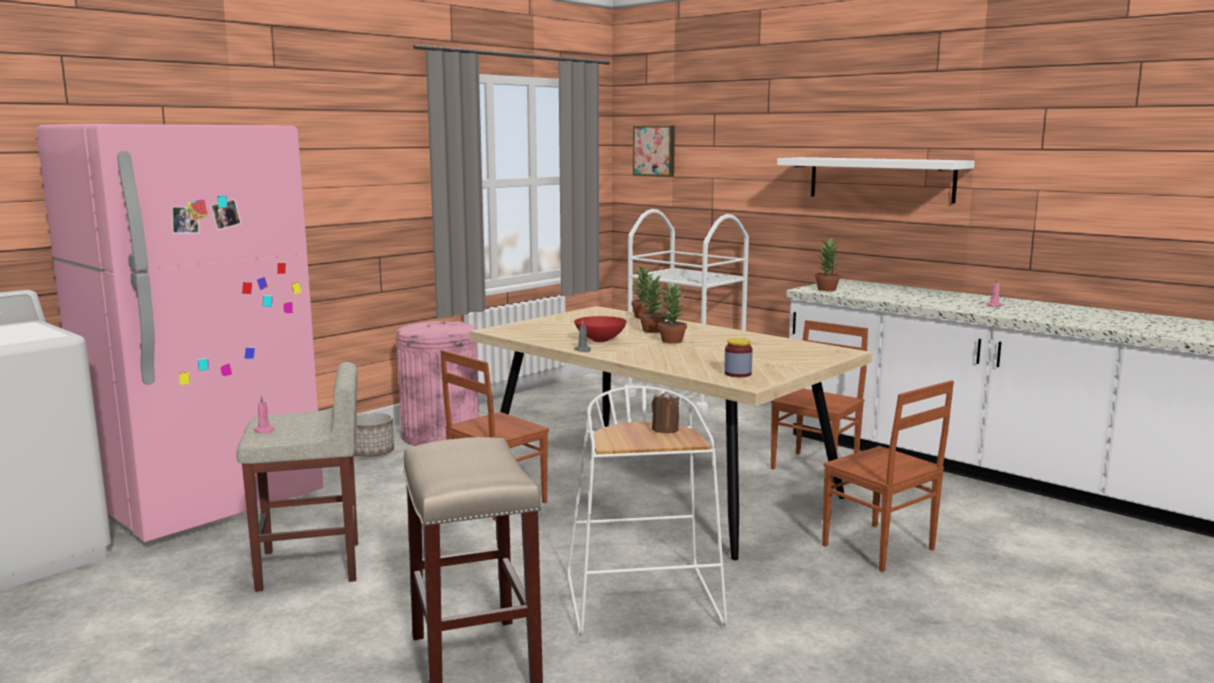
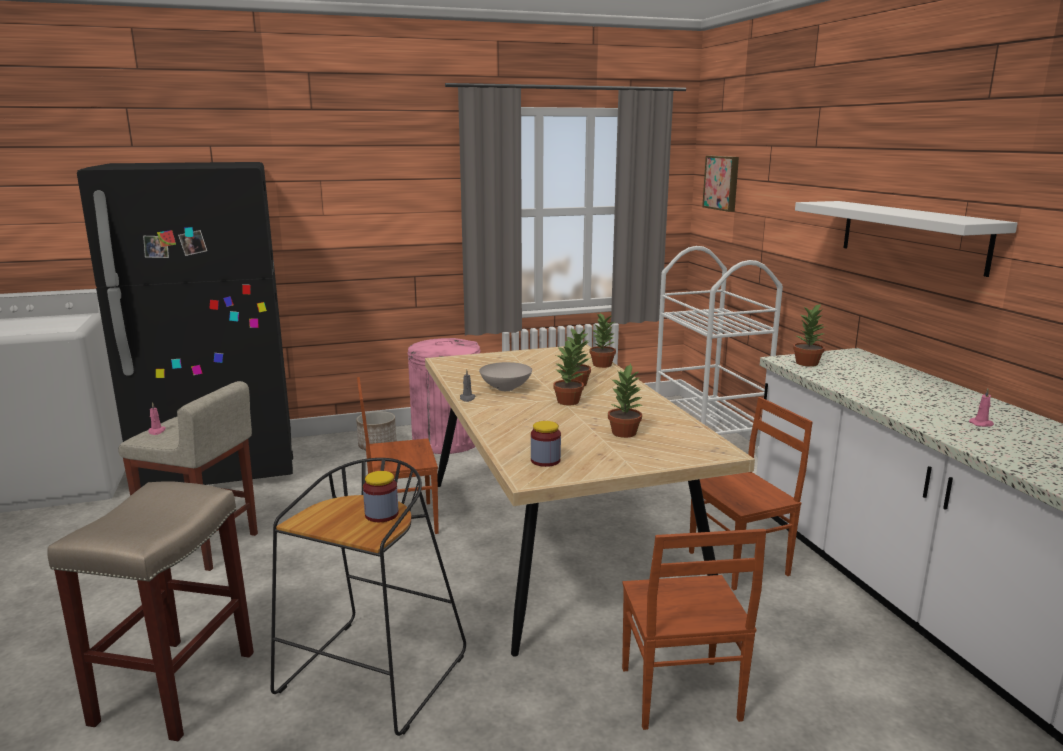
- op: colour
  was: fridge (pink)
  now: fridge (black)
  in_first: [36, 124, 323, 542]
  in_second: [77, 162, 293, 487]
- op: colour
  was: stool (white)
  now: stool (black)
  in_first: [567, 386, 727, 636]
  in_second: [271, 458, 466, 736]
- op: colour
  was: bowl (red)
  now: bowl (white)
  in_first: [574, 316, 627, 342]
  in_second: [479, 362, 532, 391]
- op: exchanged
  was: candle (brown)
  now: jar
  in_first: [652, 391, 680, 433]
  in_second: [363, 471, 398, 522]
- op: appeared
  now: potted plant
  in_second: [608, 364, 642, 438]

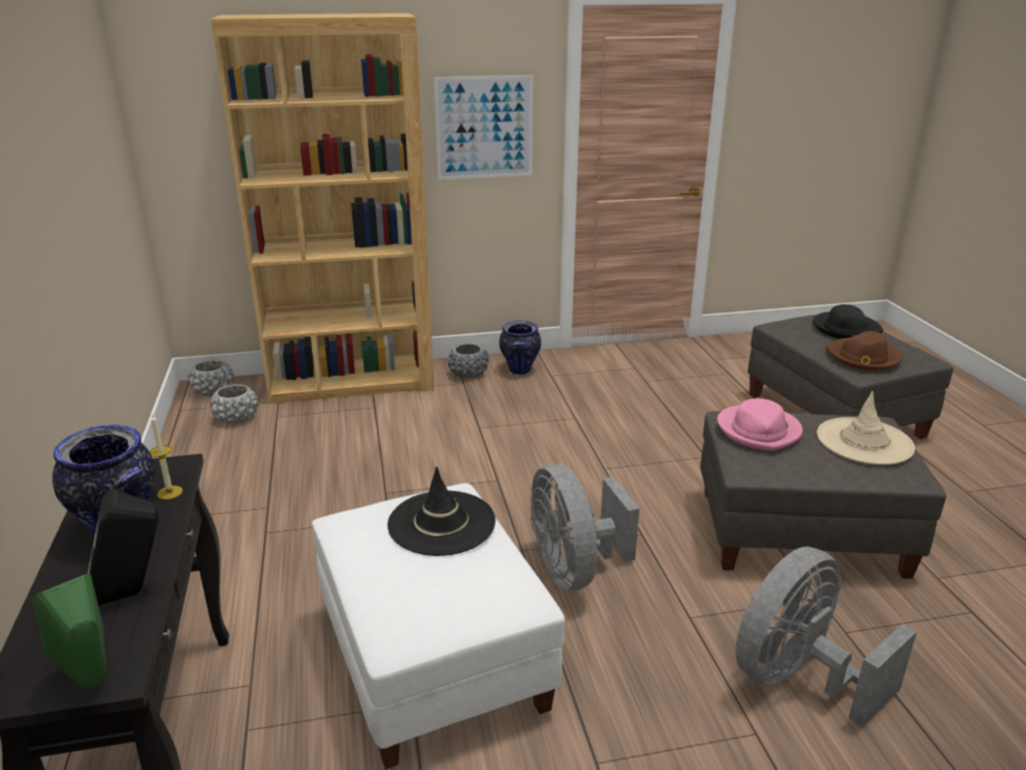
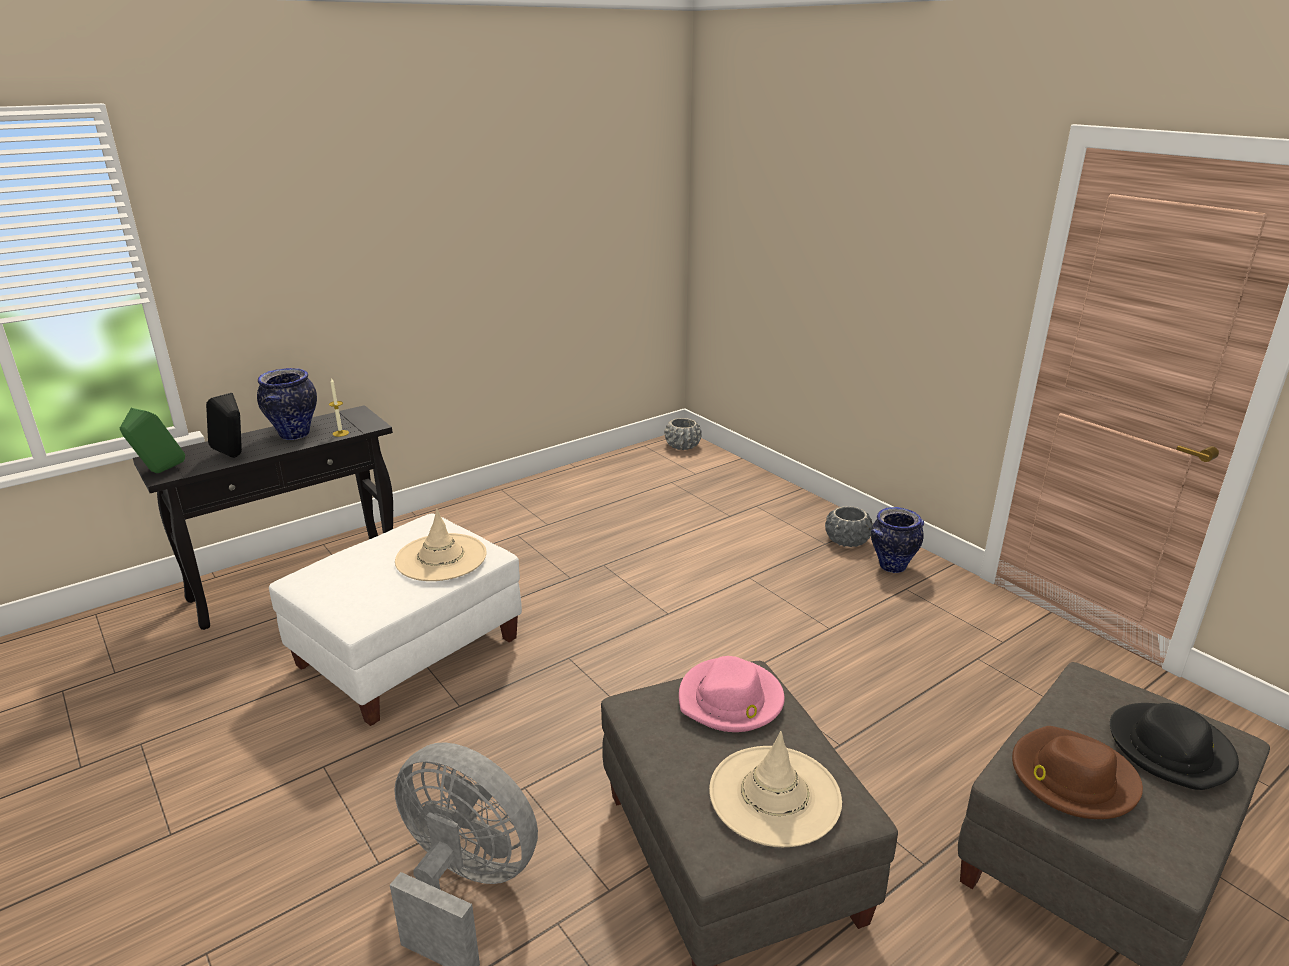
- op: missing
  was: planter (grey)
  in_first: [210, 384, 258, 424]
- op: missing
  was: bookcase (brown)
  in_first: [211, 13, 434, 404]
- op: colour
  was: hat (black)
  now: hat (beige)
  in_first: [387, 466, 496, 556]
  in_second: [395, 509, 487, 581]
- op: missing
  was: picture
  in_first: [434, 75, 533, 180]
- op: missing
  was: fan (grey)
  in_first: [530, 464, 639, 591]

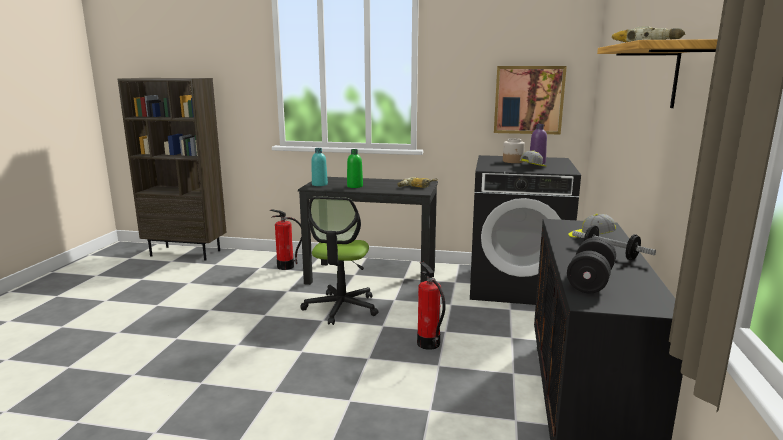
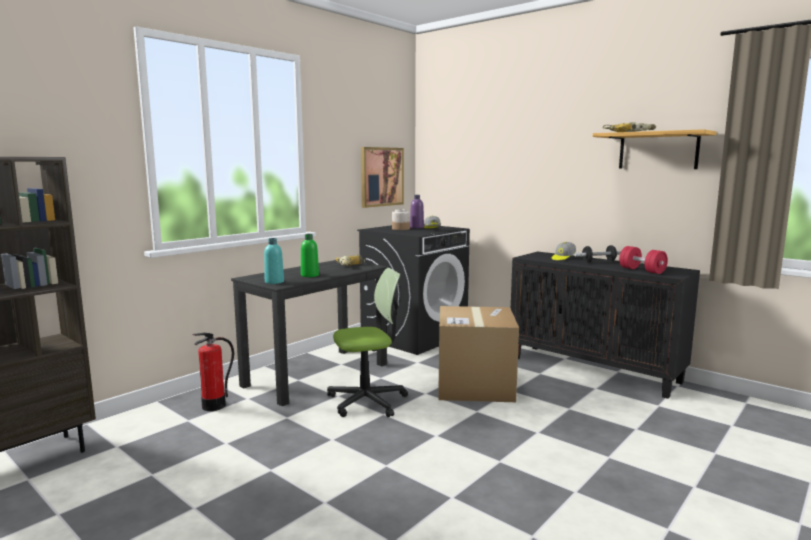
- op: spun
  was: office chair
  in_first: [300, 196, 378, 325]
  in_second: [327, 268, 408, 417]
  clockwise: -60
- op: exchanged
  was: fire extinguisher
  now: cardboard box
  in_first: [417, 262, 445, 350]
  in_second: [438, 306, 519, 402]
- op: colour
  was: dumbbell (black)
  now: dumbbell (red)
  in_first: [567, 237, 616, 293]
  in_second: [619, 246, 668, 274]

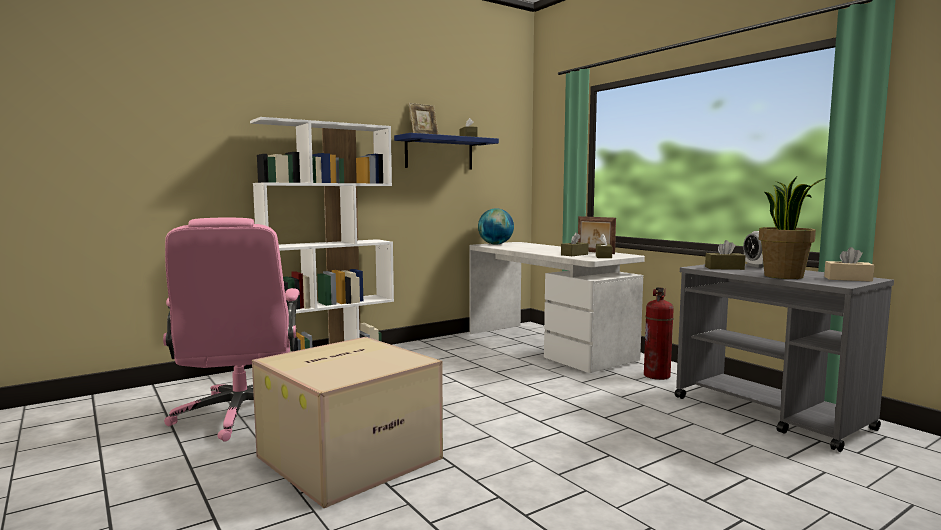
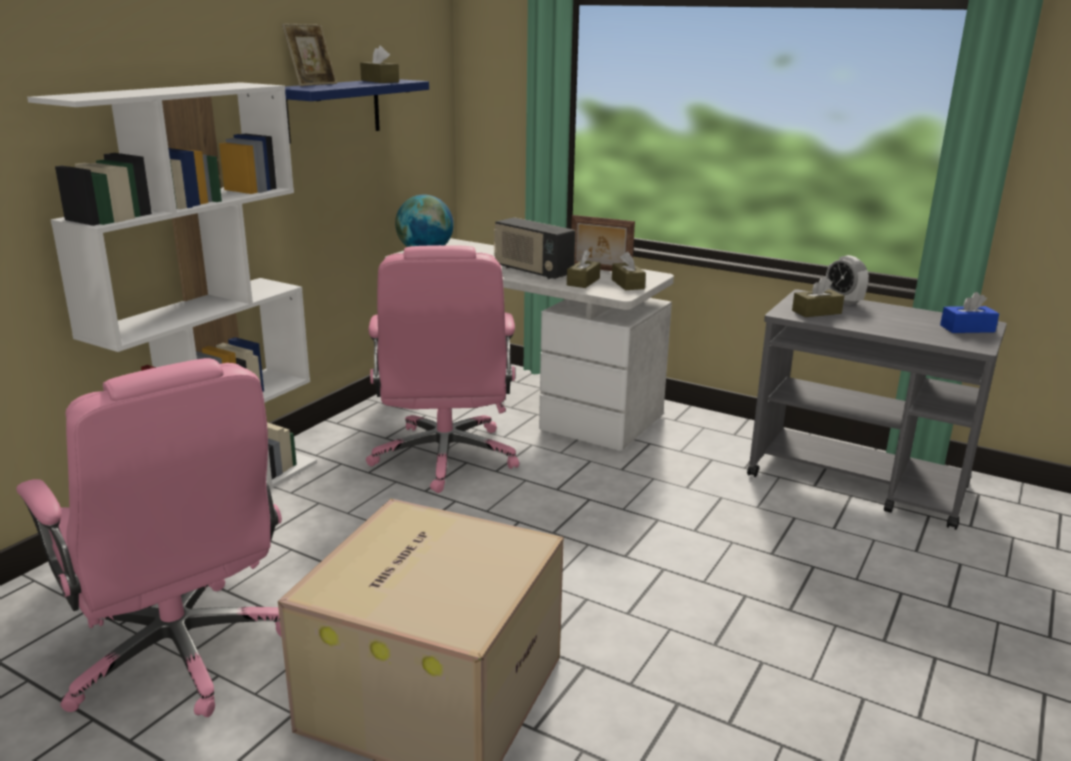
- op: missing
  was: fire extinguisher
  in_first: [644, 287, 674, 380]
- op: missing
  was: potted plant
  in_first: [759, 176, 826, 279]
- op: colour
  was: tissue box (beige)
  now: tissue box (blue)
  in_first: [824, 247, 874, 282]
  in_second: [940, 292, 999, 333]
- op: appeared
  now: office chair (pink)
  in_second: [366, 245, 519, 493]
- op: appeared
  now: radio
  in_second: [494, 217, 575, 279]

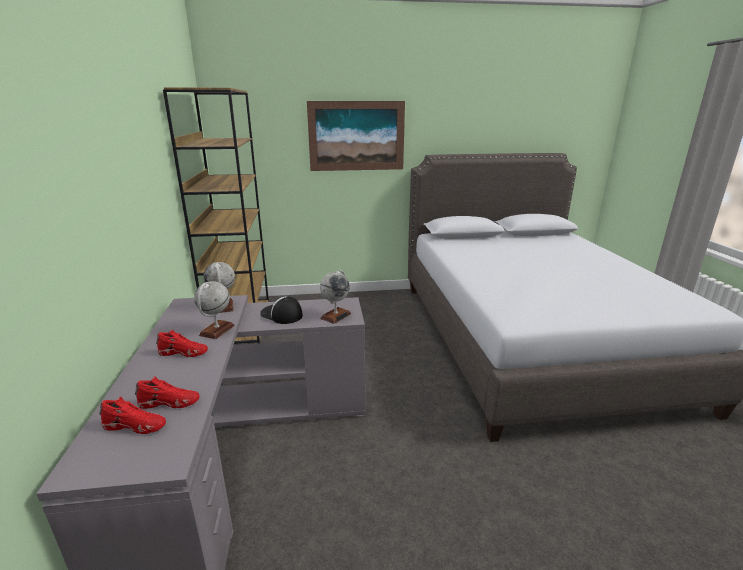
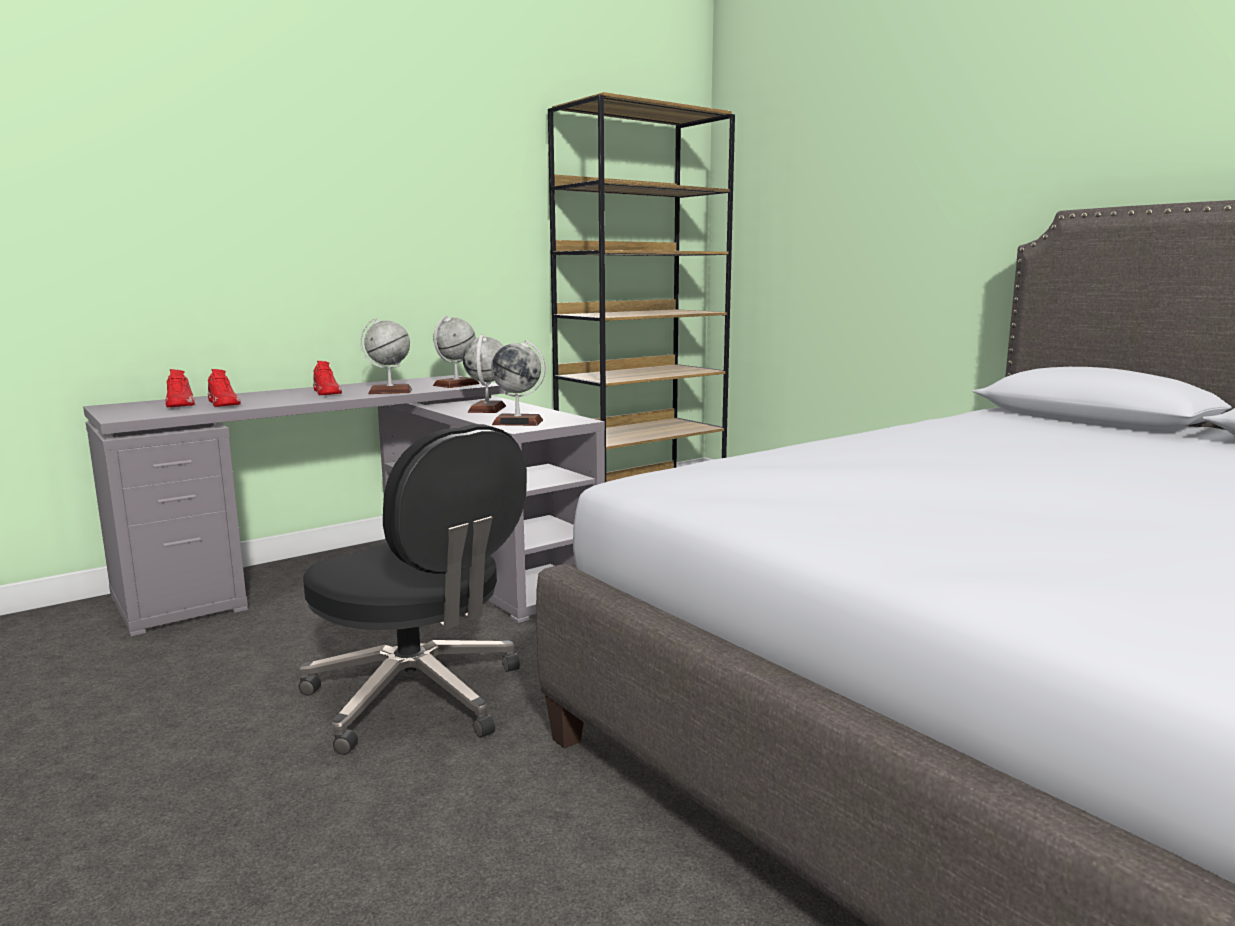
- op: exchanged
  was: cap
  now: globe
  in_first: [260, 296, 303, 324]
  in_second: [463, 335, 506, 413]
- op: missing
  was: picture
  in_first: [307, 101, 405, 171]
- op: appeared
  now: office chair (black)
  in_second: [299, 424, 527, 755]

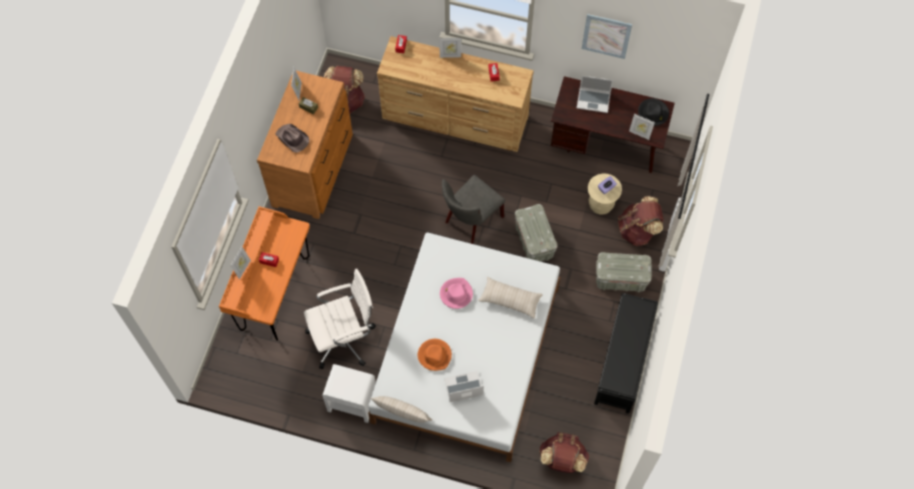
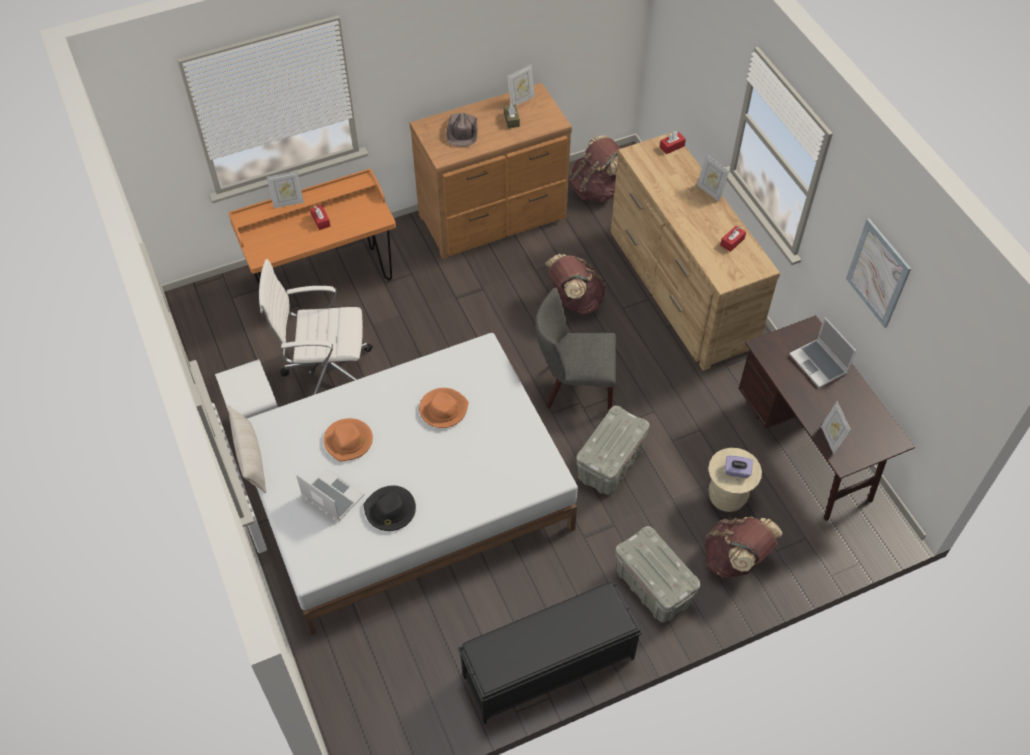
- op: spun
  was: office chair (white)
  in_first: [304, 269, 376, 369]
  in_second: [259, 259, 373, 395]
  clockwise: 150
- op: colour
  was: hat (pink)
  now: hat (orange)
  in_first: [440, 278, 473, 309]
  in_second: [419, 388, 468, 428]
- op: missing
  was: pillow (beige)
  in_first: [478, 277, 543, 318]
- op: relocated
  was: backpack (brown)
  in_first: [539, 432, 589, 473]
  in_second: [545, 254, 606, 315]
- op: relocated
  was: hat (black)
  in_first: [638, 98, 669, 126]
  in_second: [364, 485, 416, 531]

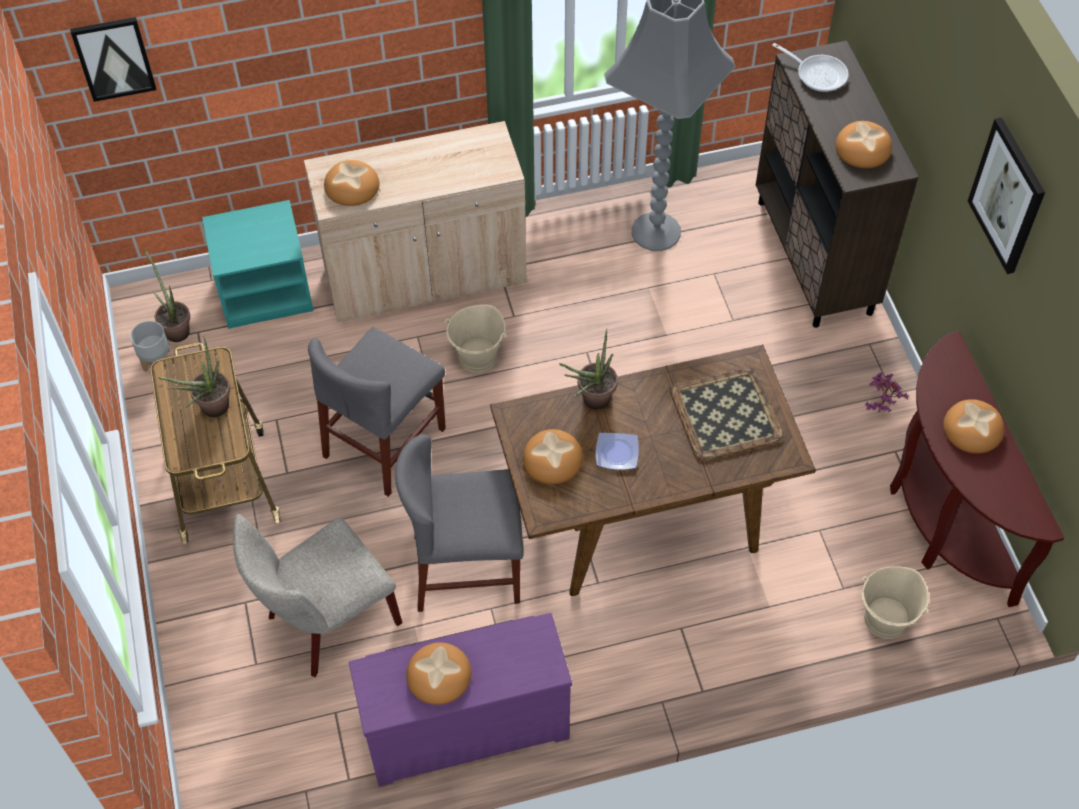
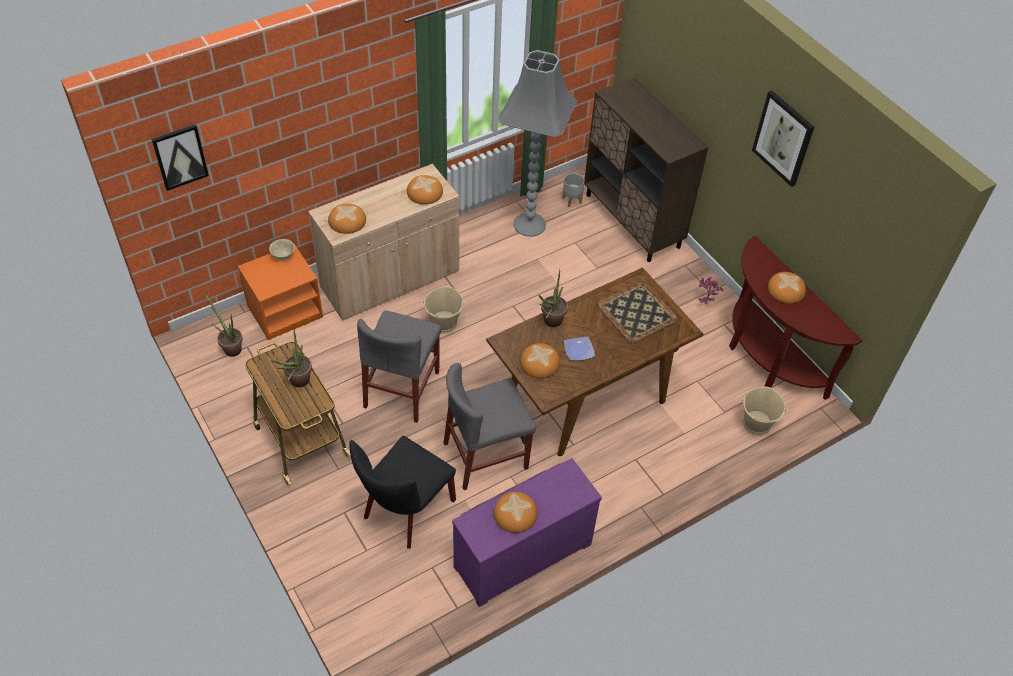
- op: relocated
  was: planter (grey)
  in_first: [130, 321, 170, 372]
  in_second: [562, 173, 585, 207]
- op: colour
  was: nightstand (turquoise)
  now: nightstand (orange)
  in_first: [202, 200, 313, 329]
  in_second: [238, 244, 323, 340]
- op: colour
  was: chair (beige)
  now: chair (black)
  in_first: [233, 514, 402, 677]
  in_second: [349, 436, 456, 549]
- op: missing
  was: frying pan
  in_first: [772, 43, 849, 92]
- op: relocated
  was: bread
  in_first: [835, 121, 892, 168]
  in_second: [407, 175, 443, 205]
- op: appeared
  now: bowl (beige)
  in_second: [269, 239, 295, 260]

